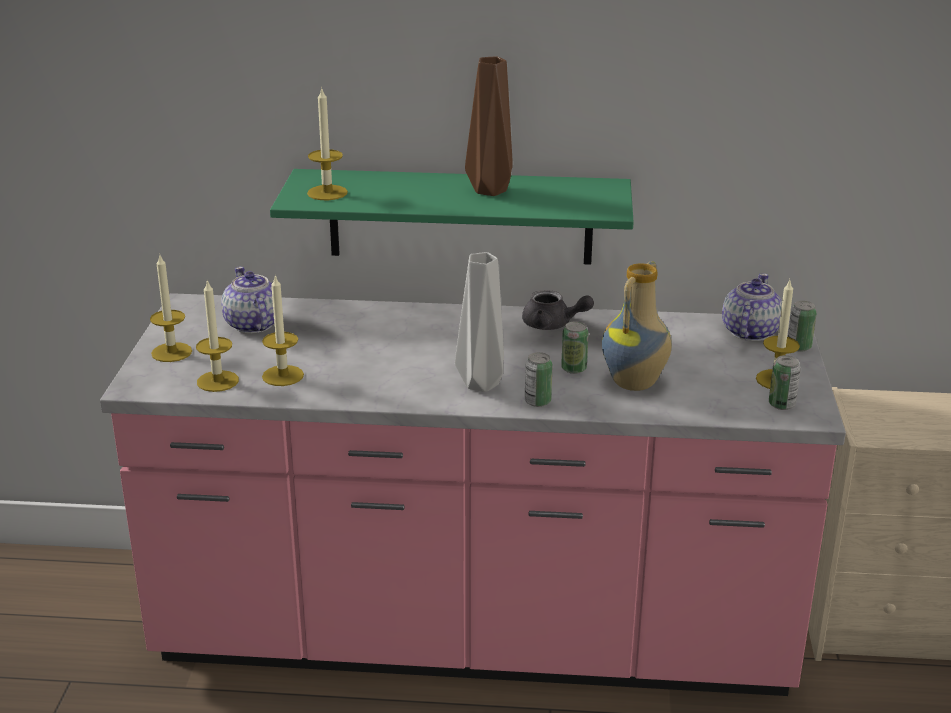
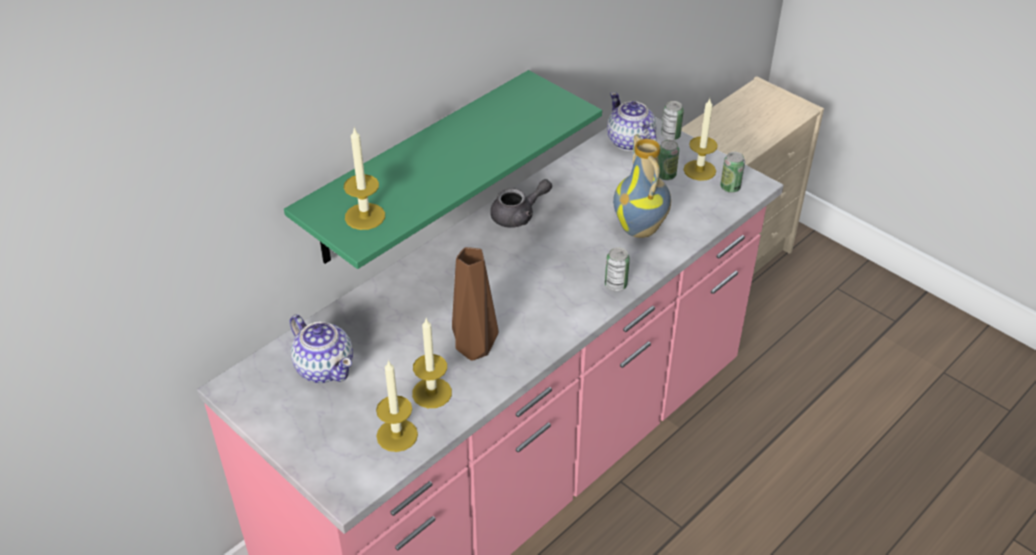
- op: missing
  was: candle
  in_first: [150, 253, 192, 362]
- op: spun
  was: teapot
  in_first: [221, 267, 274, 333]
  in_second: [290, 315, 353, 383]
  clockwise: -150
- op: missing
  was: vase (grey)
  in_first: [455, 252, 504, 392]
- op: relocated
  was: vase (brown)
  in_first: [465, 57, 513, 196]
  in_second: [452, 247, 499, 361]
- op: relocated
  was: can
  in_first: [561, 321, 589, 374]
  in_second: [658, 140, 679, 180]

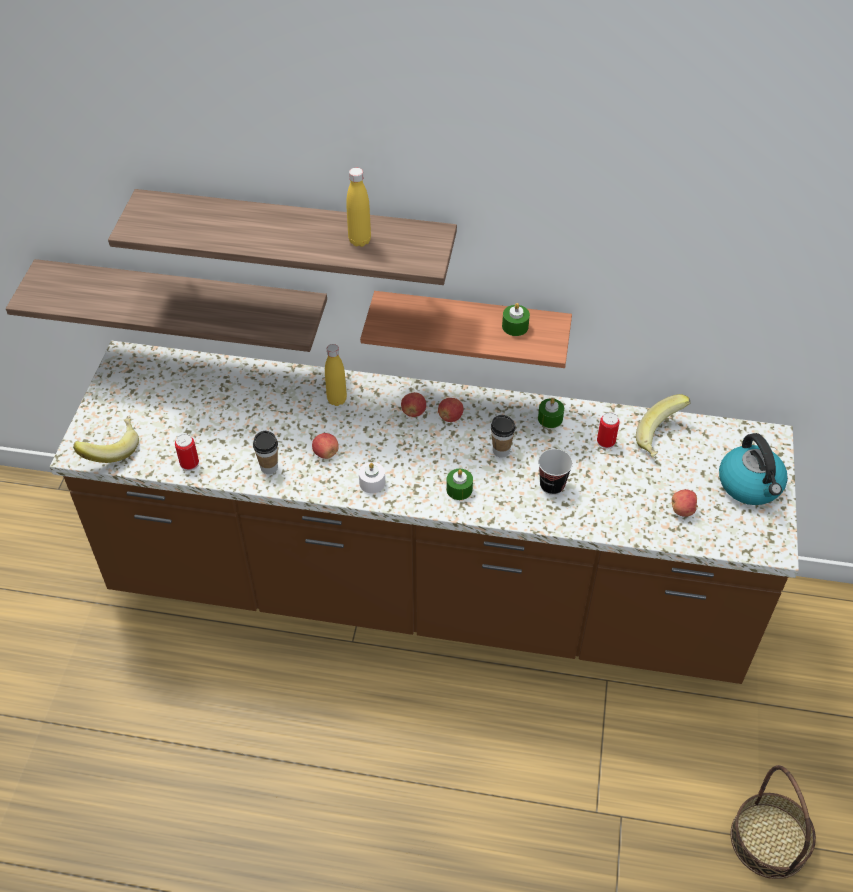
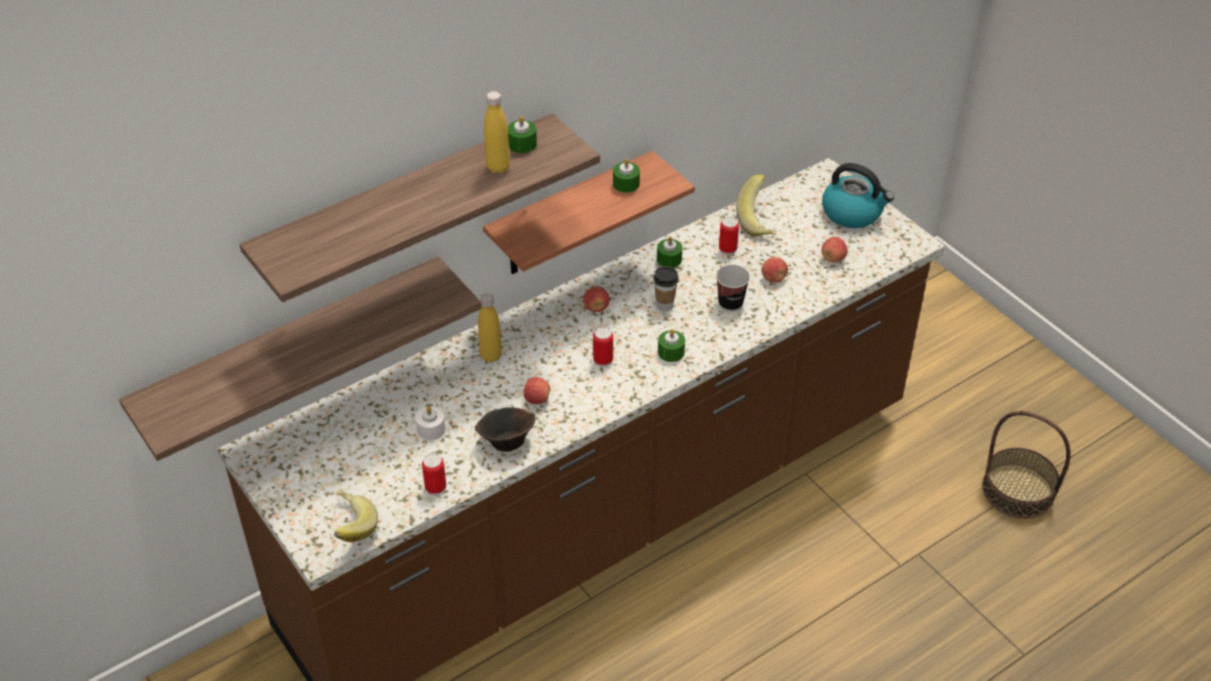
- op: exchanged
  was: cup
  now: bowl (brown)
  in_first: [253, 431, 278, 474]
  in_second: [475, 407, 535, 452]
- op: relocated
  was: candle (white)
  in_first: [359, 462, 385, 493]
  in_second: [416, 406, 445, 440]
- op: relocated
  was: apple
  in_first: [401, 392, 426, 417]
  in_second: [761, 257, 788, 283]
- op: appeared
  now: candle (green)
  in_second: [508, 116, 537, 153]
- op: appeared
  now: can
  in_second: [593, 327, 613, 367]

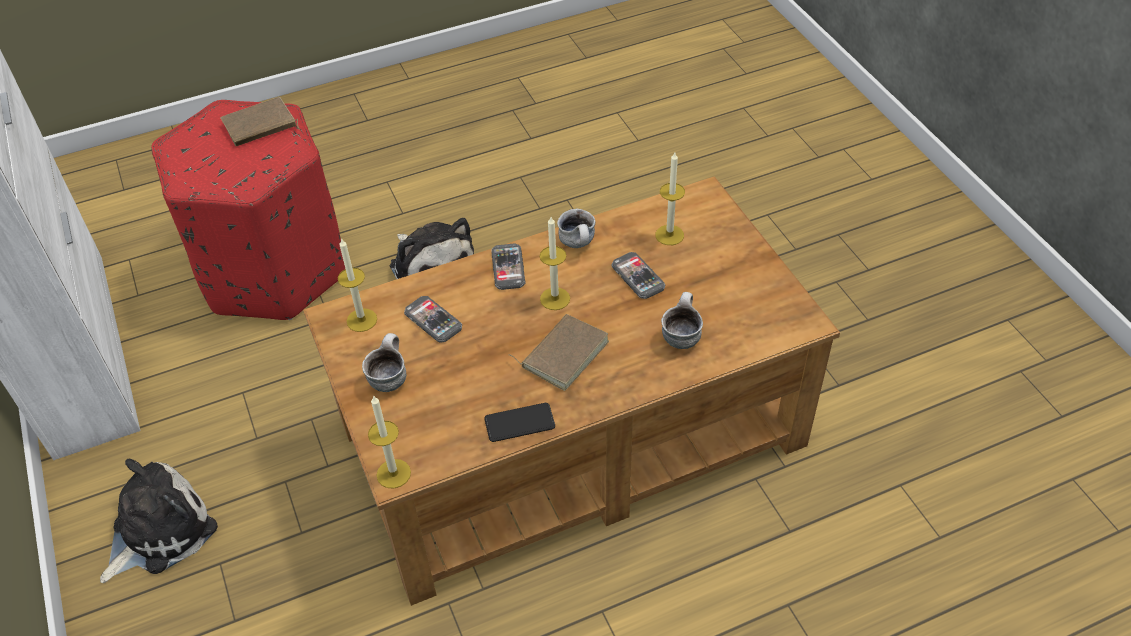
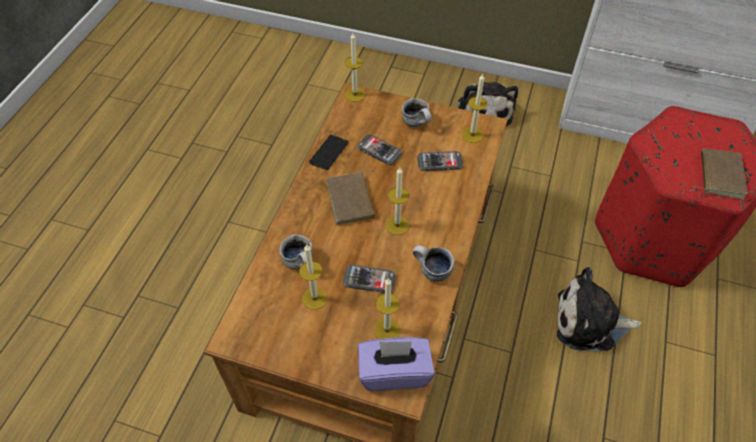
- op: relocated
  was: phone
  in_first: [491, 244, 526, 290]
  in_second: [358, 134, 402, 165]
- op: appeared
  now: candle
  in_second: [299, 245, 328, 310]
- op: appeared
  now: tissue box (purple)
  in_second: [358, 337, 435, 391]

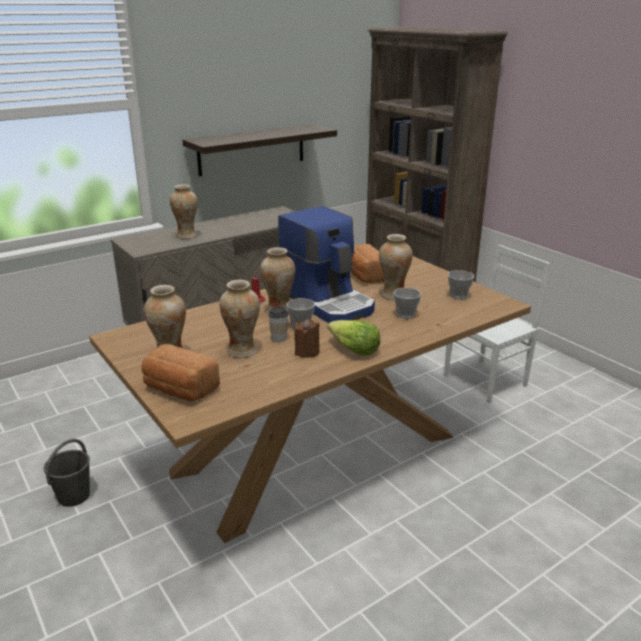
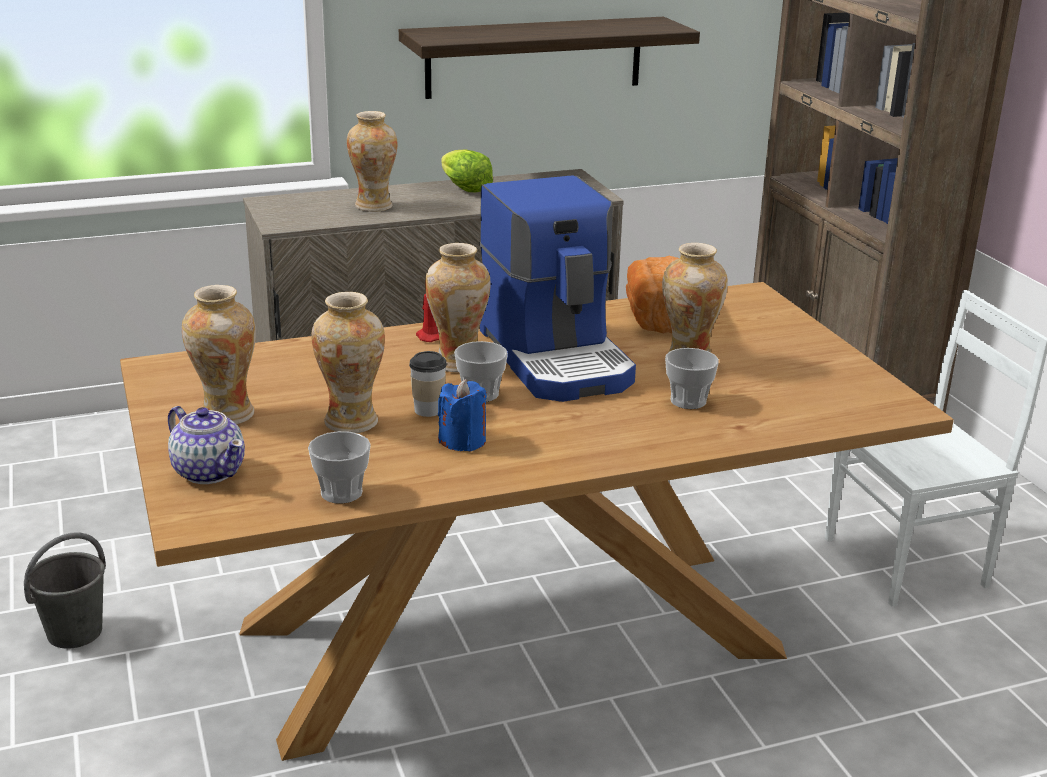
- op: exchanged
  was: bread
  now: teapot
  in_first: [142, 344, 220, 401]
  in_second: [168, 406, 245, 484]
- op: colour
  was: candle (brown)
  now: candle (blue)
  in_first: [294, 319, 320, 358]
  in_second: [438, 379, 487, 452]
- op: relocated
  was: lettuce
  in_first: [327, 320, 380, 355]
  in_second: [441, 149, 493, 192]
- op: relocated
  was: cup
  in_first: [448, 270, 474, 300]
  in_second: [308, 431, 371, 503]

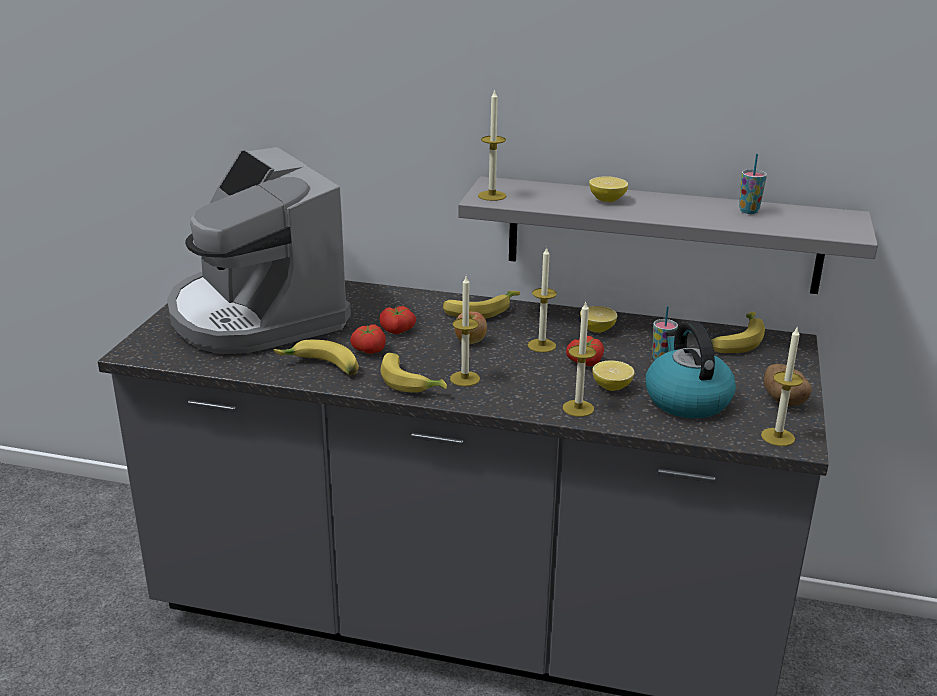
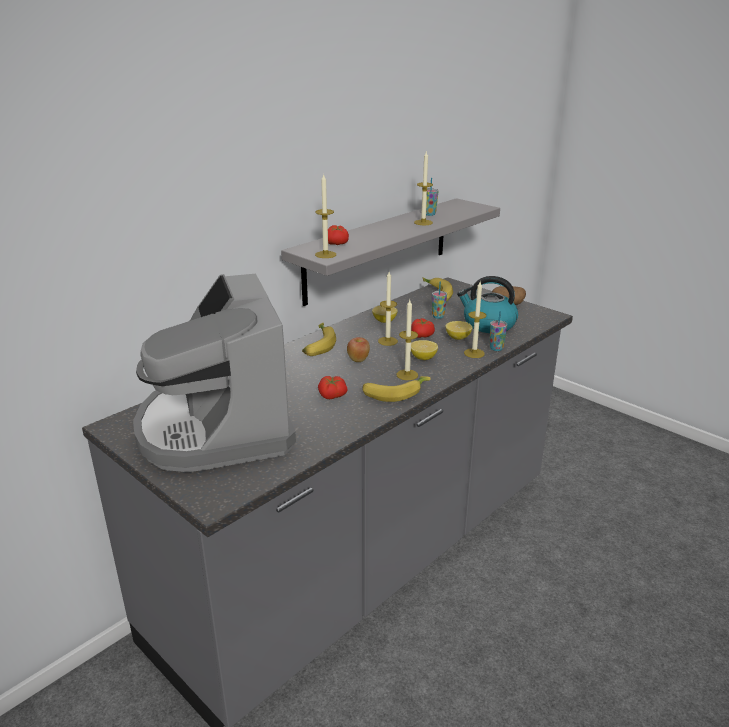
- op: spun
  was: coffee machine
  in_first: [167, 147, 351, 354]
  in_second: [133, 274, 296, 472]
  clockwise: 75
- op: missing
  was: banana
  in_first: [274, 340, 359, 375]
- op: relocated
  was: tomato
  in_first: [379, 306, 416, 334]
  in_second: [328, 225, 349, 245]
- op: relocated
  was: lemon
  in_first: [589, 176, 628, 202]
  in_second: [411, 340, 438, 360]
- op: relocated
  was: candle
  in_first: [761, 326, 803, 446]
  in_second: [414, 152, 433, 225]
- op: appeared
  now: cup
  in_second: [490, 311, 507, 351]

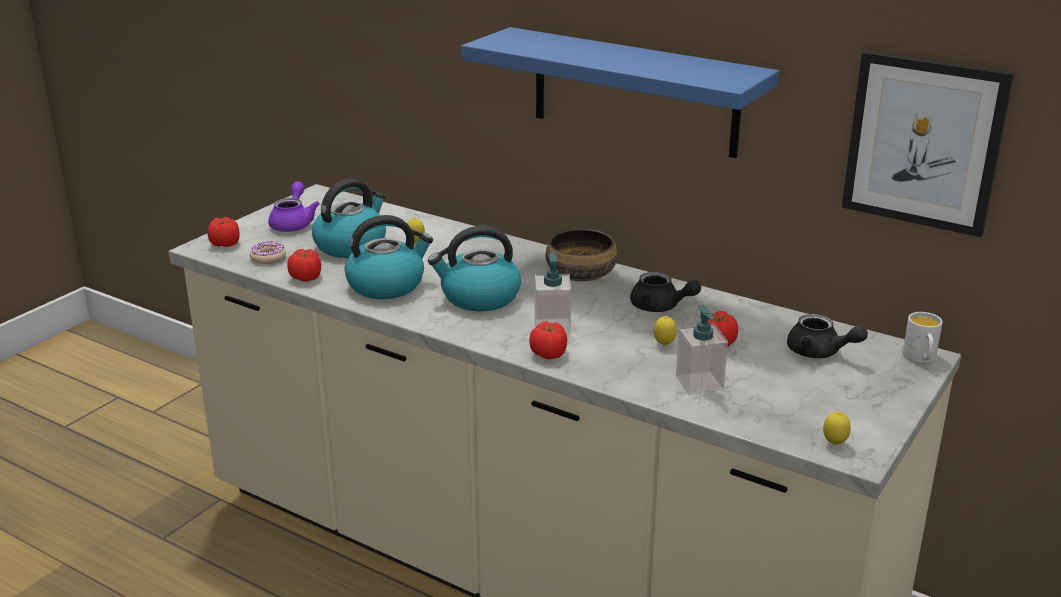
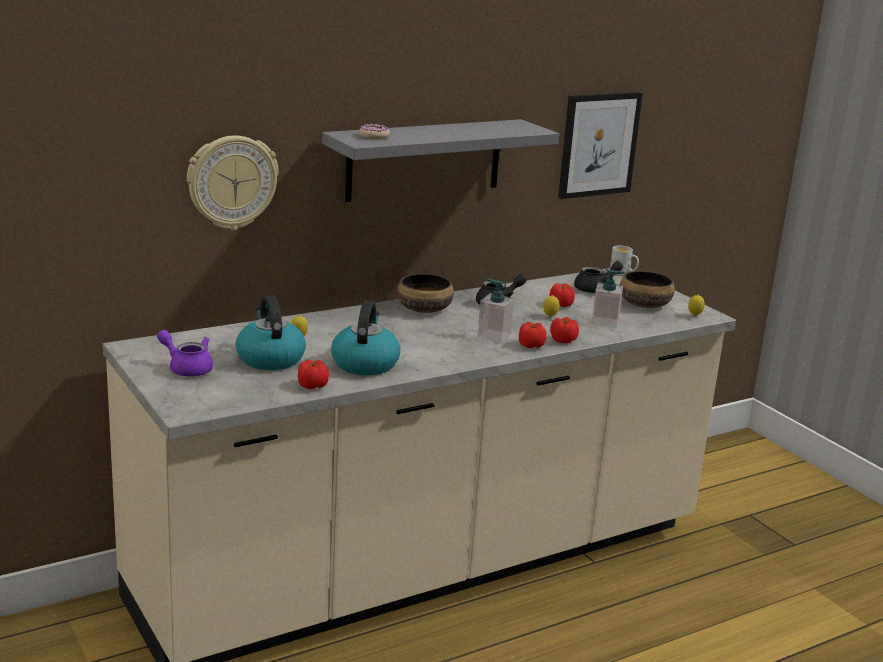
- op: relocated
  was: tomato
  in_first: [208, 217, 240, 247]
  in_second: [550, 317, 579, 343]
- op: relocated
  was: donut
  in_first: [250, 241, 286, 264]
  in_second: [359, 124, 390, 139]
- op: missing
  was: kettle
  in_first: [428, 226, 521, 311]
- op: colour
  was: shelf (blue)
  now: shelf (grey)
  in_first: [461, 27, 779, 158]
  in_second: [322, 119, 559, 202]
- op: appeared
  now: wall clock
  in_second: [187, 135, 279, 230]
- op: appeared
  now: bowl
  in_second: [620, 271, 675, 308]

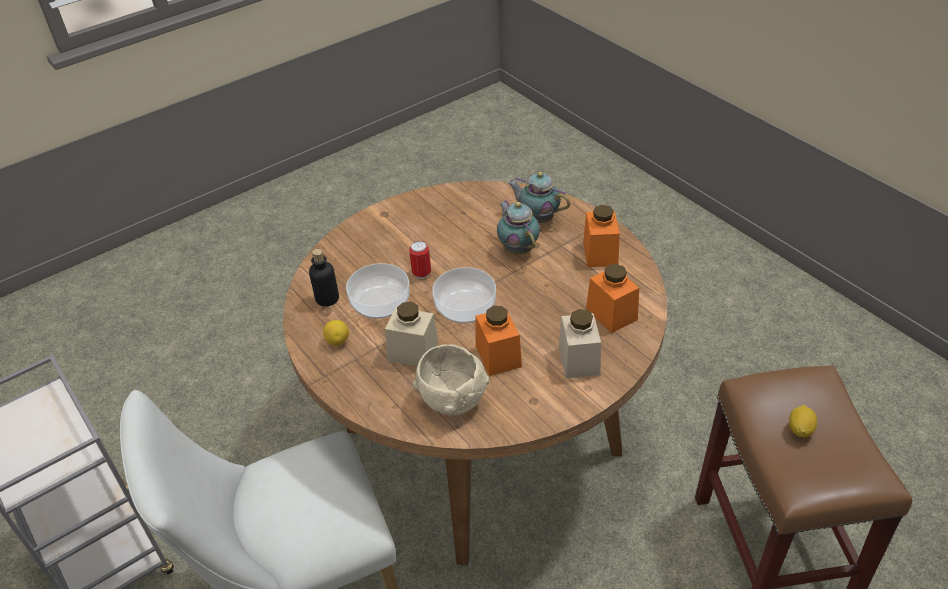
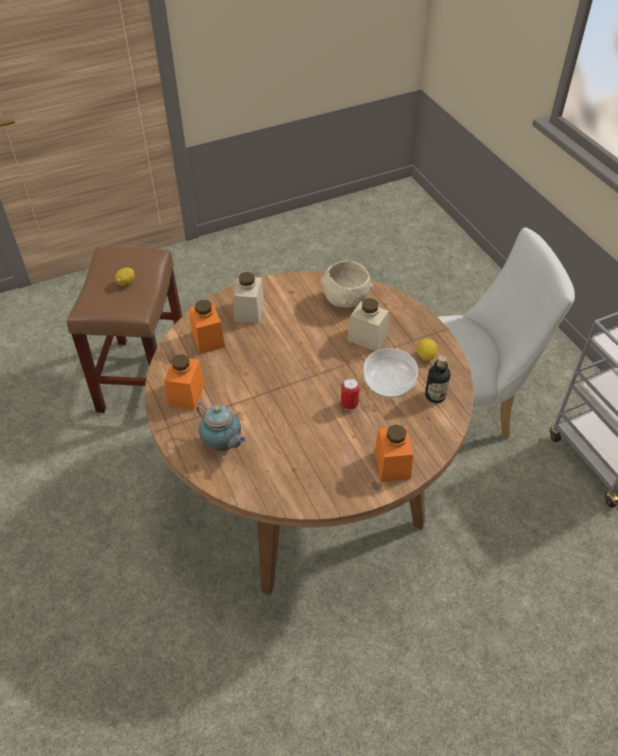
- op: missing
  was: bowl
  in_first: [432, 267, 496, 323]
- op: relocated
  was: jar (orange)
  in_first: [476, 306, 522, 376]
  in_second: [375, 424, 413, 482]
- op: missing
  was: teapot
  in_first: [497, 200, 540, 254]

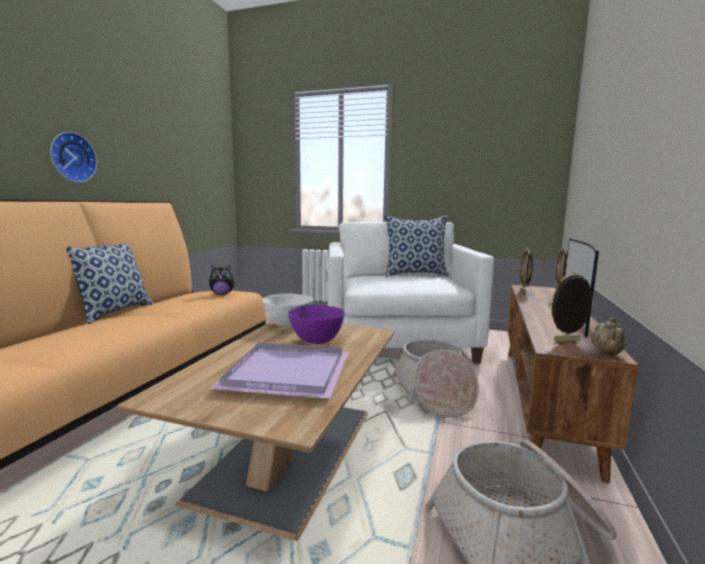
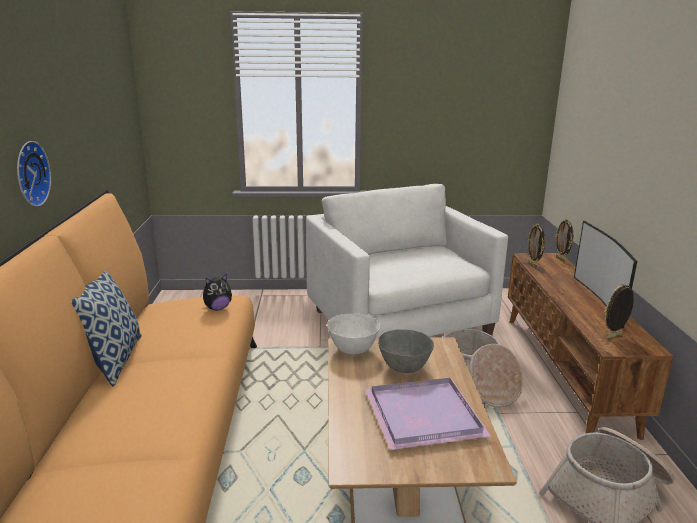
- op: colour
  was: bowl (purple)
  now: bowl (grey)
  in_first: [288, 305, 345, 344]
  in_second: [378, 329, 434, 373]
- op: missing
  was: pillow
  in_first: [384, 215, 449, 276]
- op: missing
  was: teapot (beige)
  in_first: [592, 317, 627, 355]

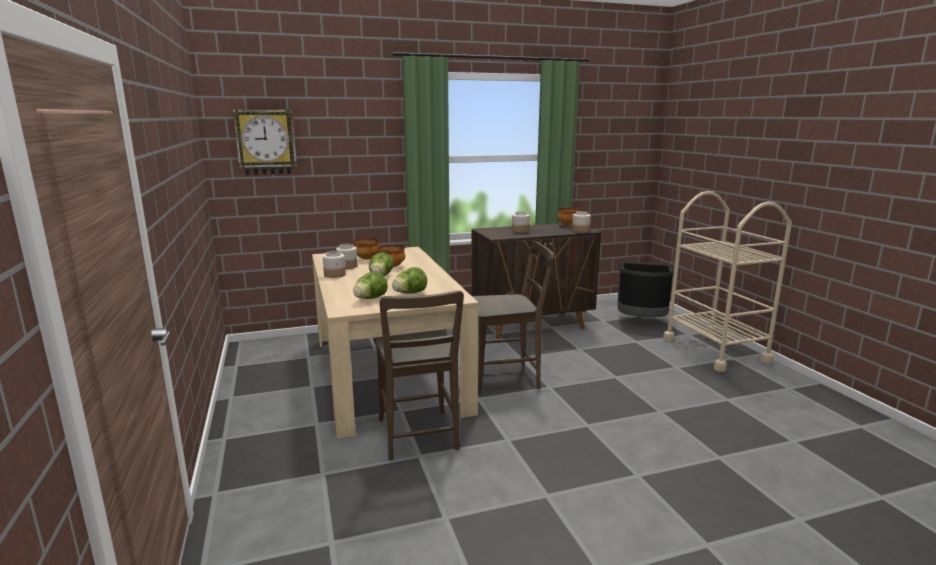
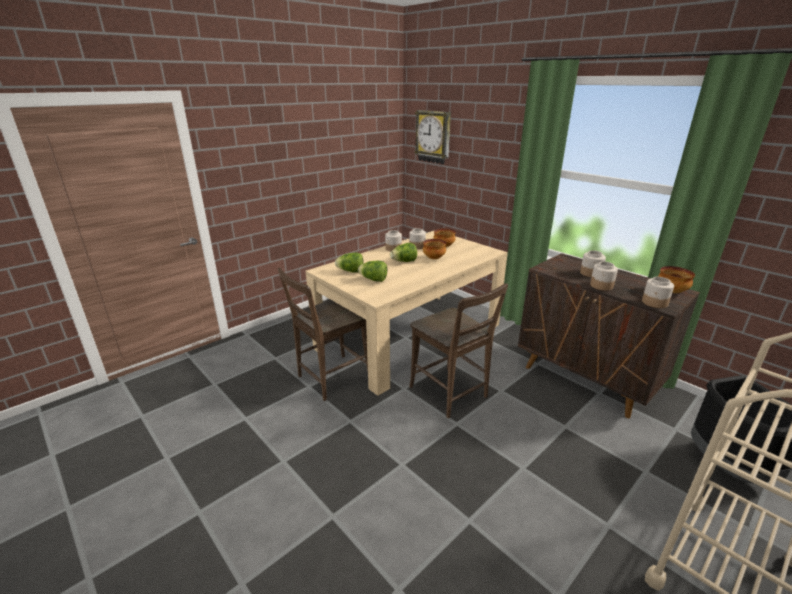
- op: appeared
  now: jar
  in_second: [590, 262, 618, 291]

